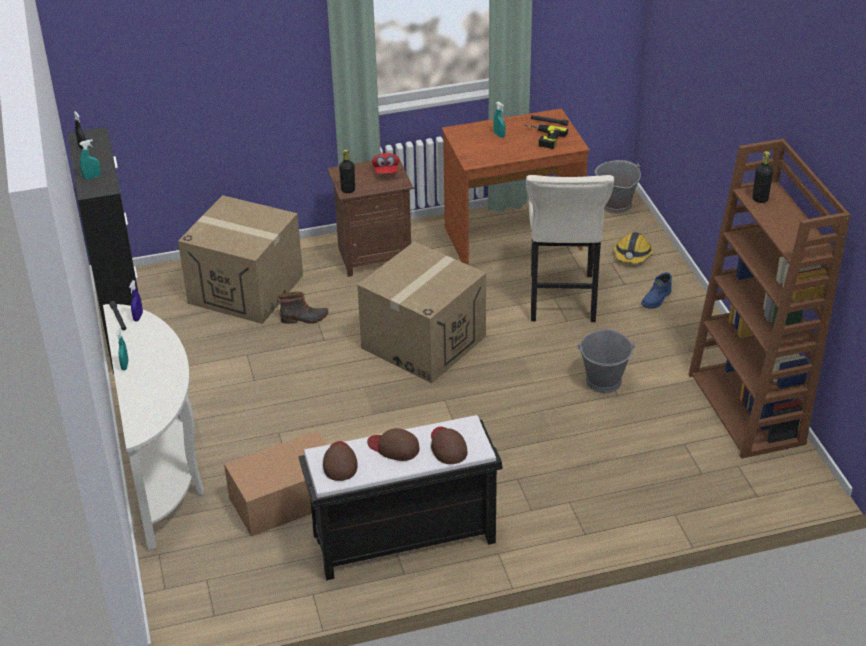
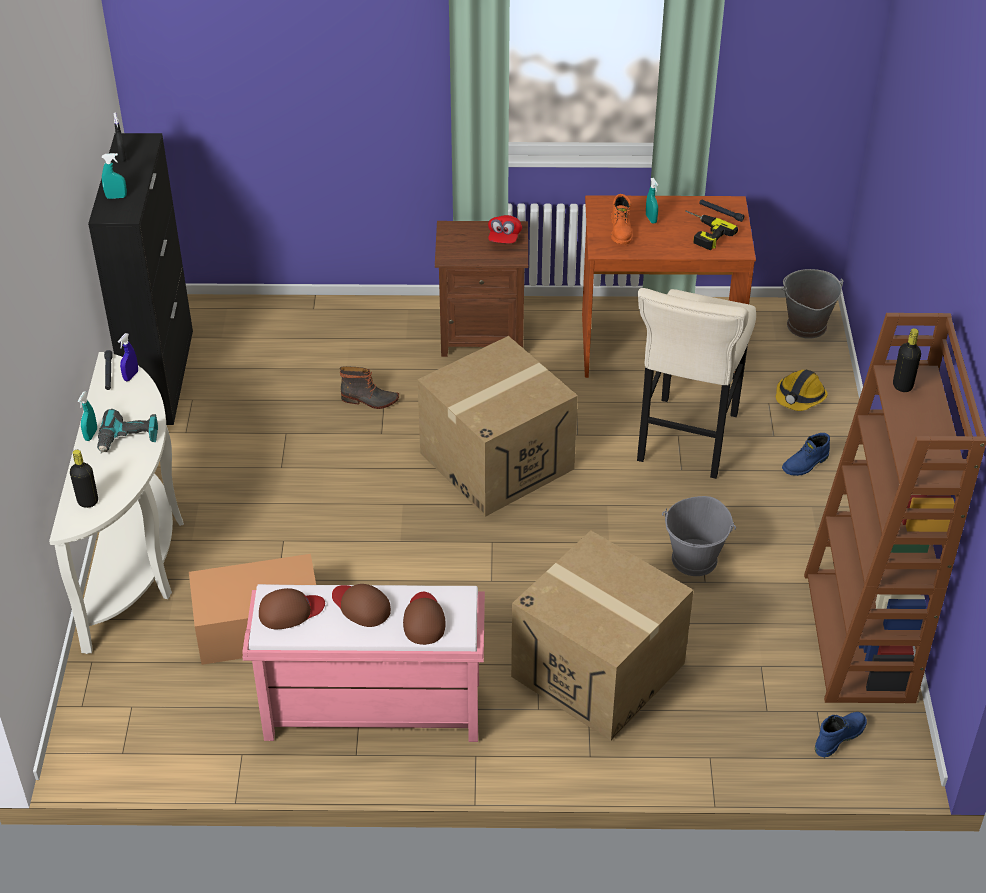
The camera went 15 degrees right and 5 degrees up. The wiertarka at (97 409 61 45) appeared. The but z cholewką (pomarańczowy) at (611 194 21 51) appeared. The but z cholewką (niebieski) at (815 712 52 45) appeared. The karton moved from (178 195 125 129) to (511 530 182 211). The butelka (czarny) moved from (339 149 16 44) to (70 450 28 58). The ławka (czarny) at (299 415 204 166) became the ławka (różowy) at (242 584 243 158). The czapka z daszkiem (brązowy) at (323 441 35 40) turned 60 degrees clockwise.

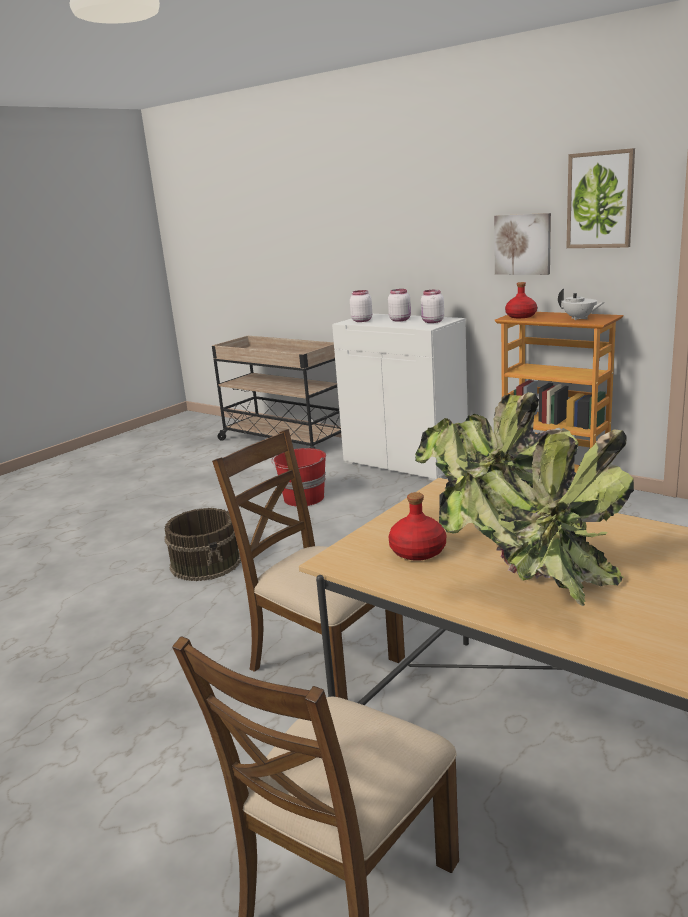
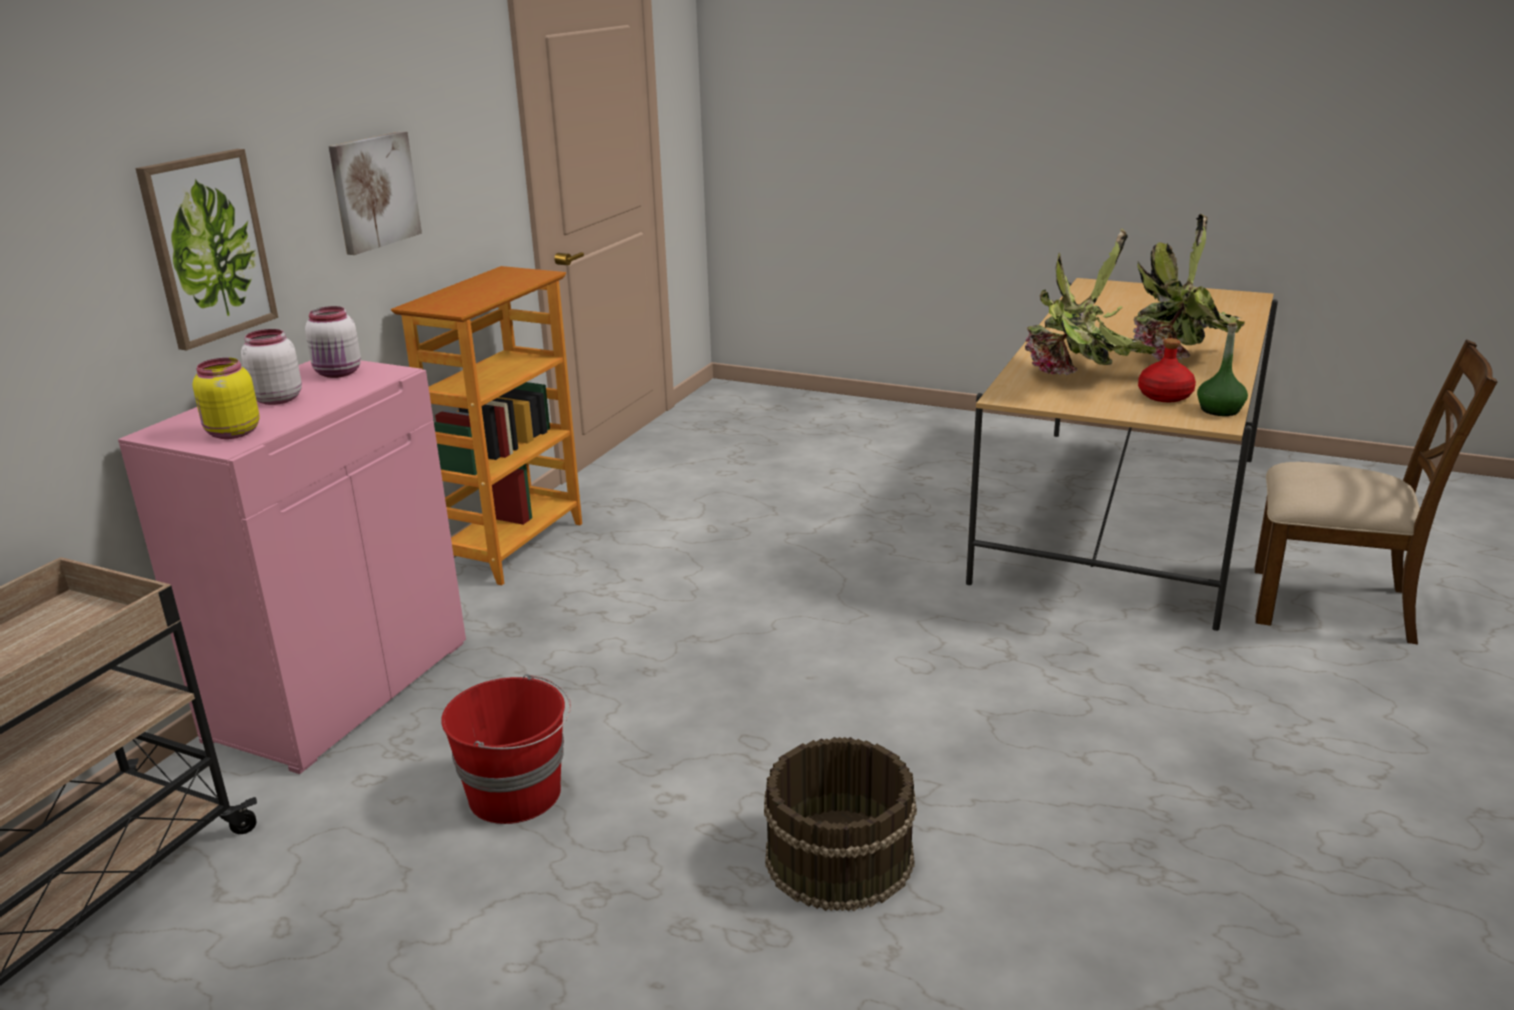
The camera went 105 degrees left and 5 degrees up. The krzesło (brązowy) at (212 429 193 271) disappeared. The butelka (czerwony) at (505 282 32 36) disappeared. The imbryk (biały) at (558 289 47 31) disappeared. The butelka (zielony) at (1197 322 51 94) appeared. The obraz moved from (566 148 69 100) to (136 149 142 202). The szafka (biały) at (332 314 136 167) became the szafka (różowy) at (118 360 348 414). The słoik (biały) at (350 290 22 32) became the słoik (żółty) at (193 358 66 81).

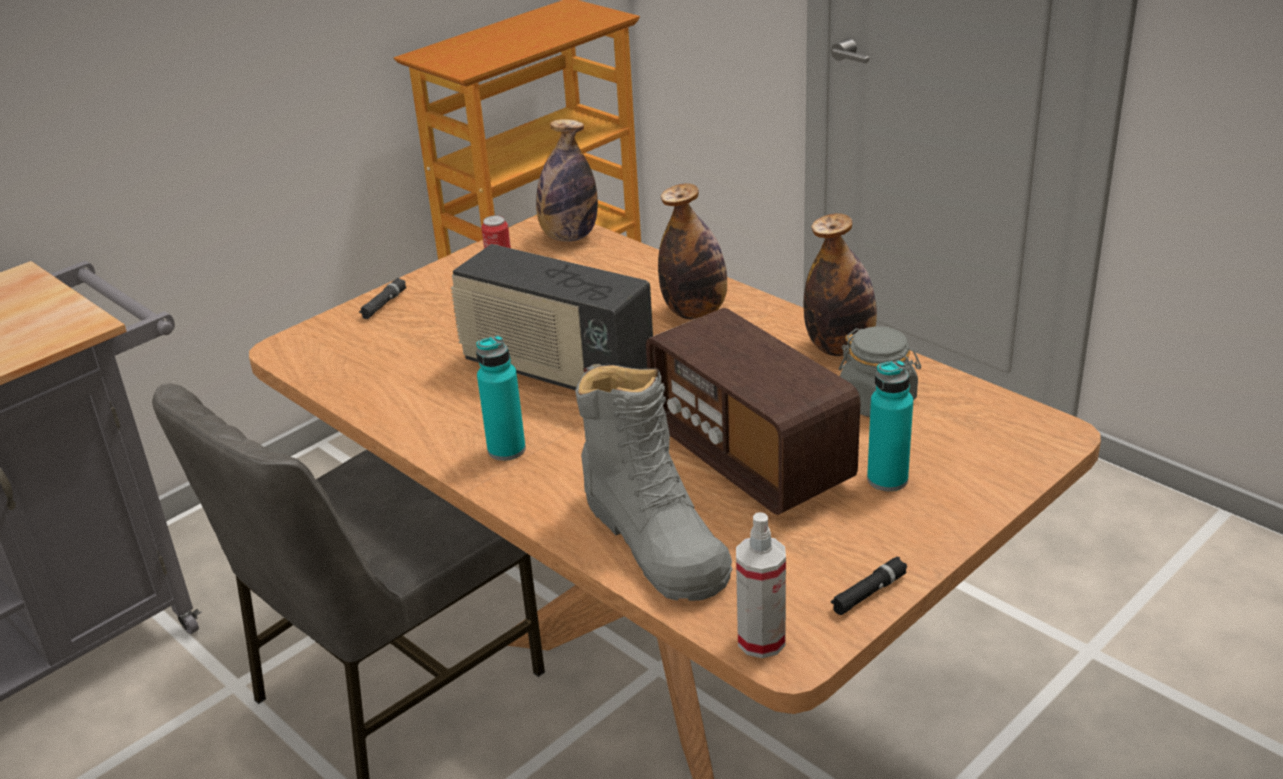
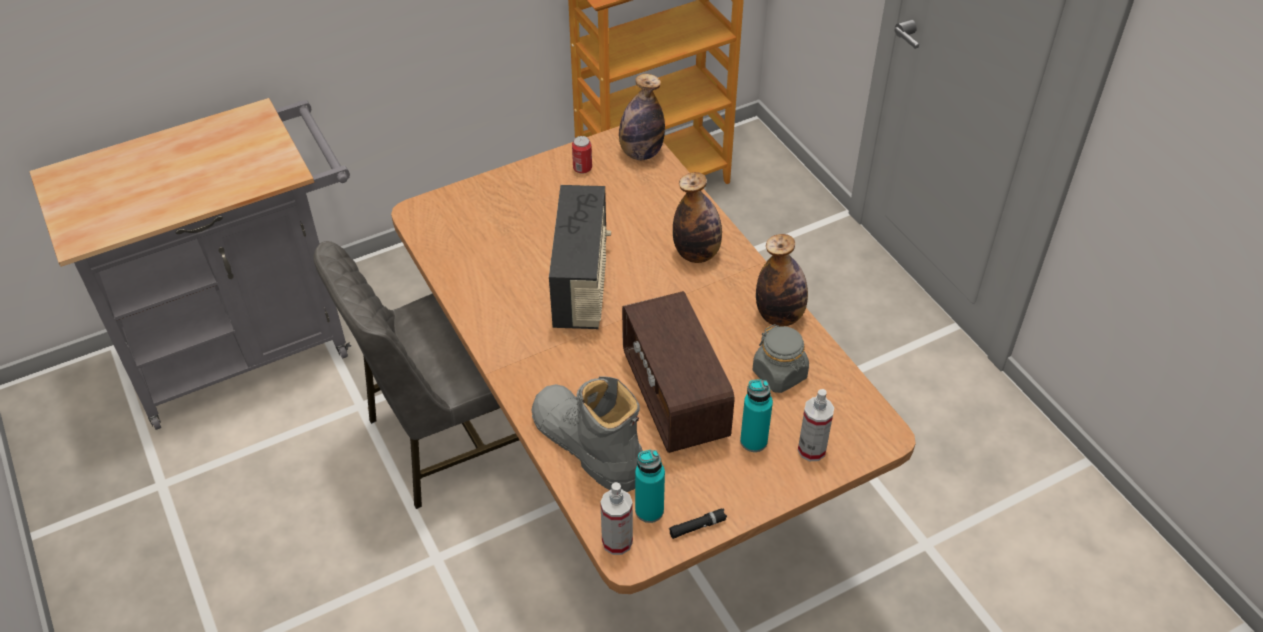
The camera went 15 degrees right and 15 degrees up. The latarka (czarny) at (359 278 47 41) disappeared. The spryskiwacz at (798 389 36 72) appeared. The butelka (turkusowy) moved from (476 336 50 125) to (635 450 30 73). The radio at (451 244 202 146) turned 135 degrees counterclockwise. The but z cholewką (szary) at (575 364 158 237) turned 150 degrees clockwise.

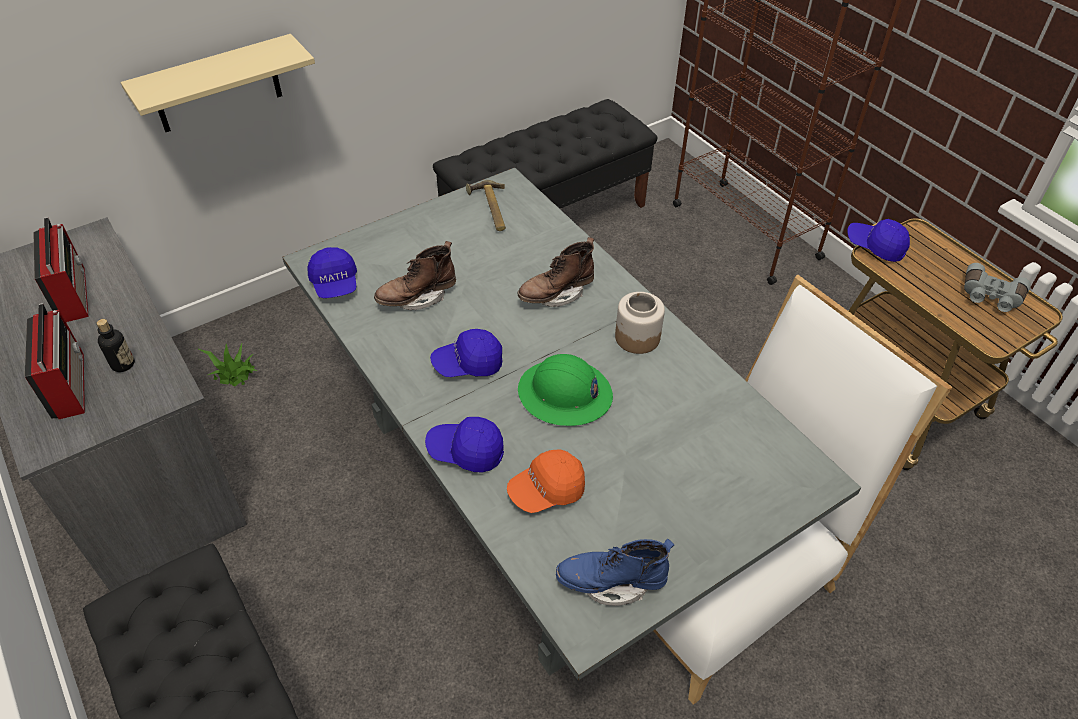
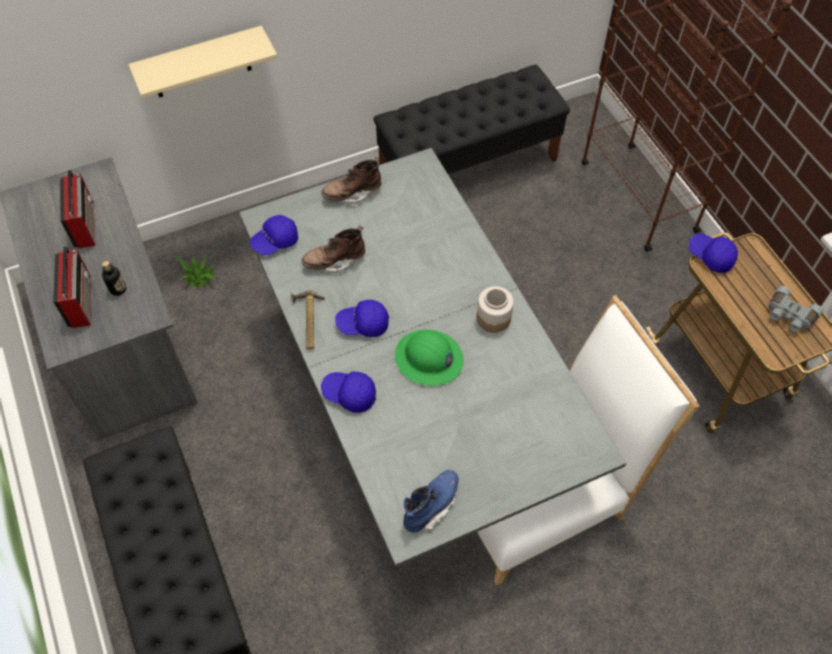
The camera went 10 degrees right and 10 degrees up. The czapka z daszkiem (pomarańczowy) at (507 449 78 64) disappeared. The młotek moved from (466 180 40 51) to (291 290 34 60). The but z cholewką (brązowy) moved from (518 237 76 70) to (321 157 61 47). The czapka z daszkiem (niebieski) at (308 247 49 51) turned 60 degrees clockwise. The but z cholewką (niebieski) at (556 539 118 67) turned 120 degrees clockwise.

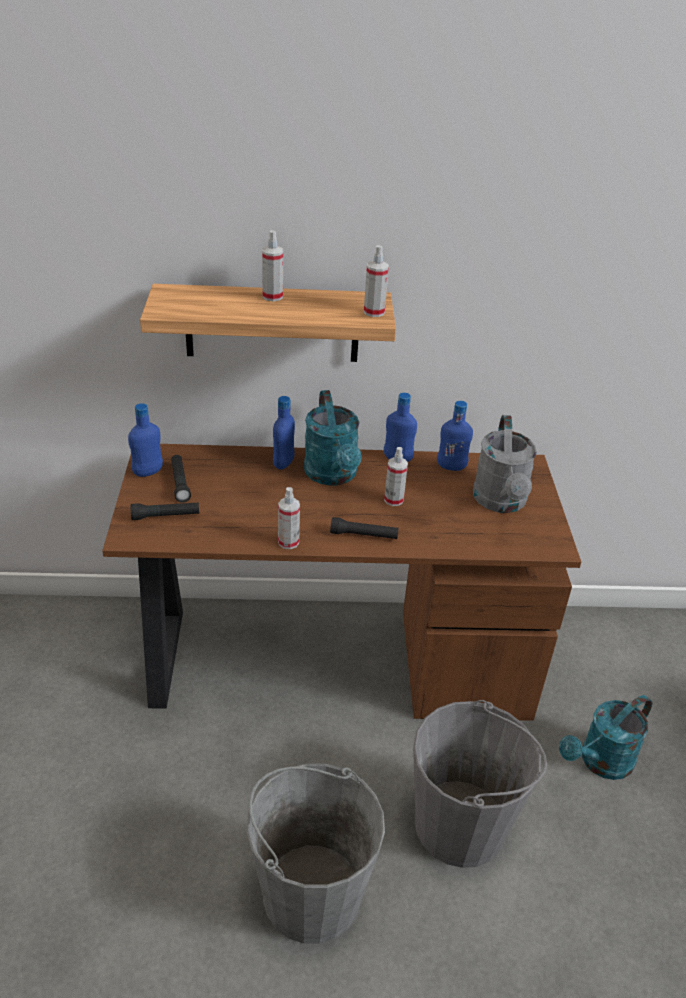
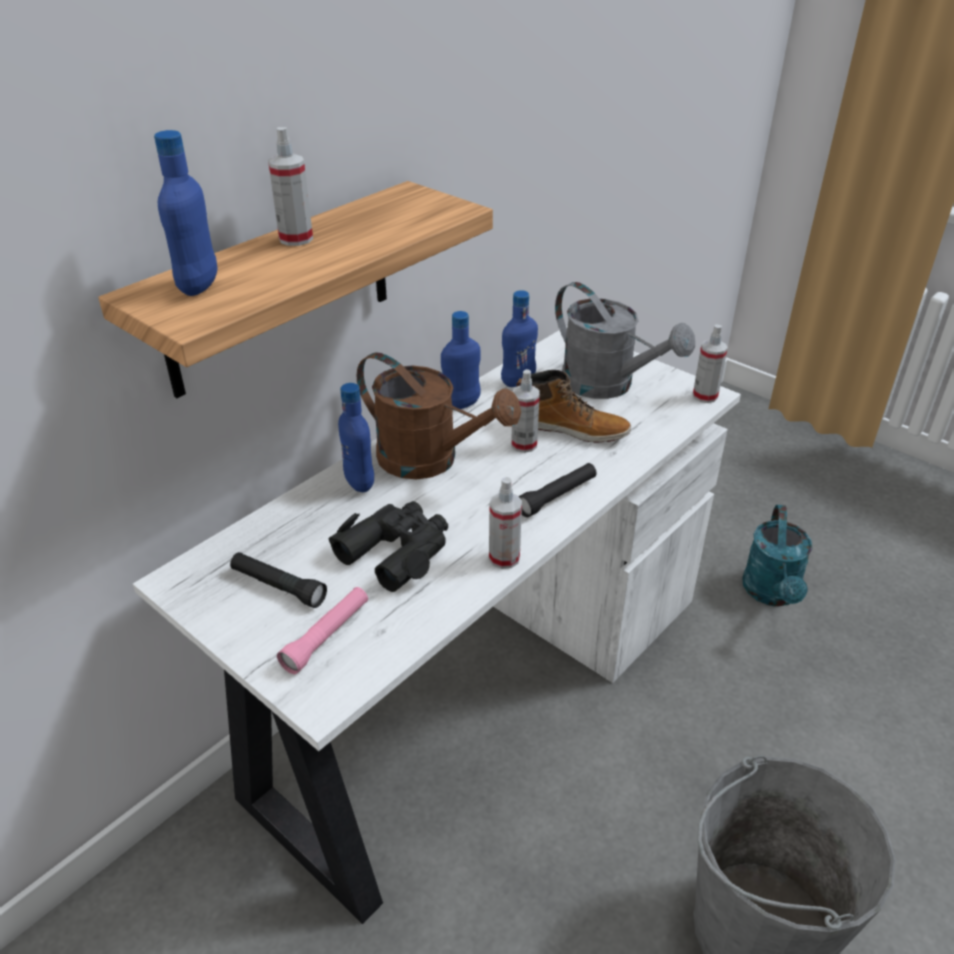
The camera went 45 degrees left and 0 degrees up. The wiadro (szary) at (413 700 134 168) disappeared. The lornetka (czarny) at (329 501 119 91) appeared. The but z cholewką at (516 370 115 73) appeared. The butelka (niebieski) moved from (128 403 35 74) to (154 130 64 166). The spryskiwacz moved from (364 245 25 72) to (693 325 35 78). The biurko (brązowy) at (102 444 479 277) became the biurko (biały) at (133 325 608 599). The latarka (czarny) at (131 502 68 18) became the latarka (różowy) at (277 587 91 87). The konewka (turkusowy) at (304 390 58 96) became the konewka (brązowy) at (357 352 164 127).

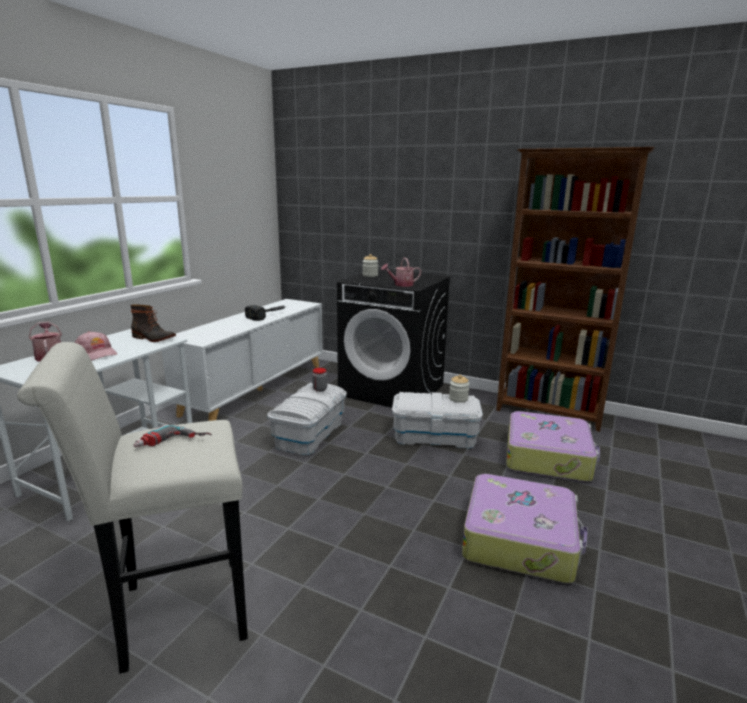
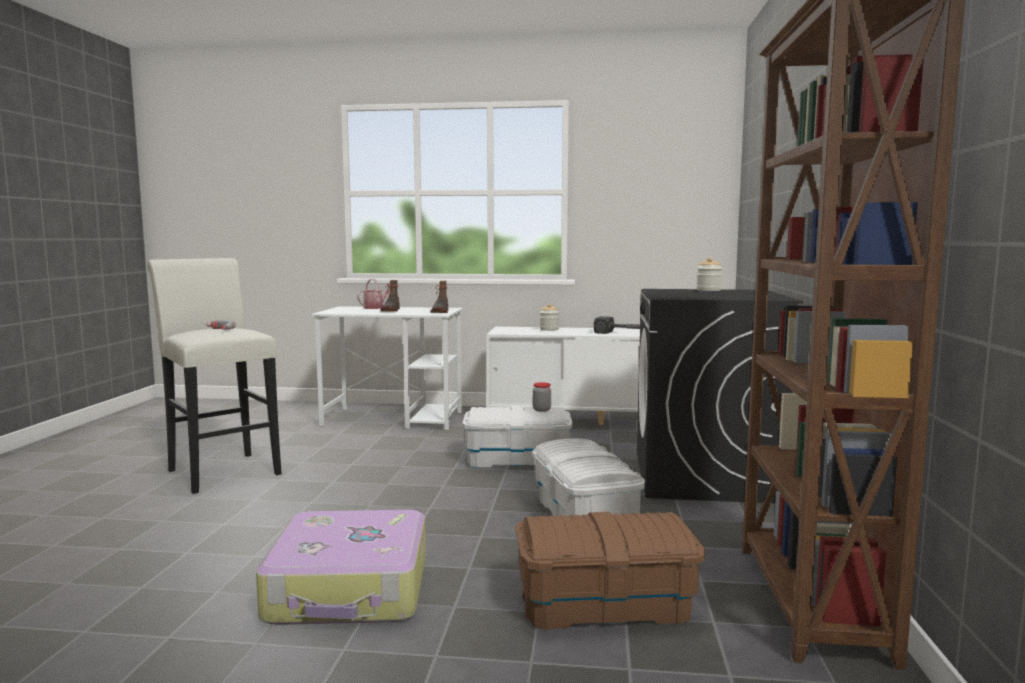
The camera went 70 degrees right and 10 degrees down. The konewka at (381 258 40 29) disappeared. The słoik moved from (449 375 20 28) to (540 304 19 27). The czapka z daszkiem (różowy) at (75 331 42 29) was replaced by the but z cholewką at (381 280 19 32). The walizka at (506 411 94 71) was replaced by the pojemnik do przechowywania (brązowy) at (515 512 190 118).

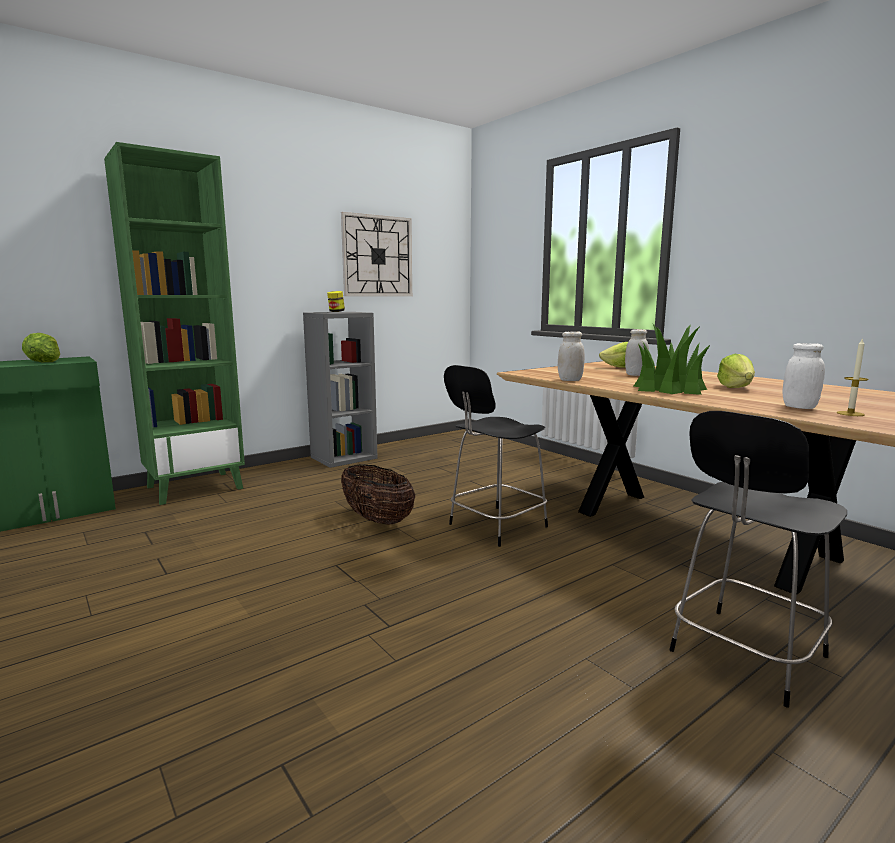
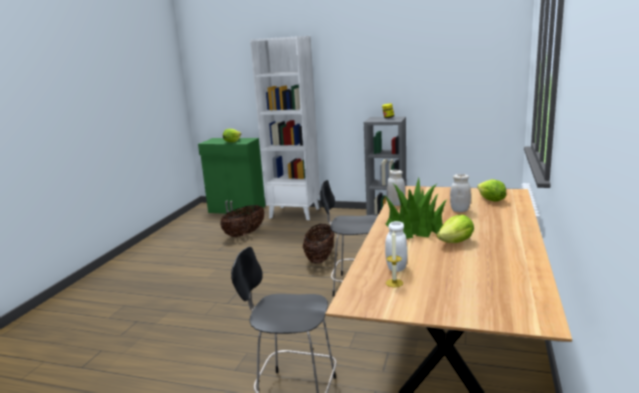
The camera went 55 degrees right and 5 degrees up. The zegar ścienny at (341 212 71 84) disappeared. The koszyk at (220 205 45 32) appeared. The regał (zielony) at (104 142 141 363) became the regał (biały) at (250 36 70 184).

